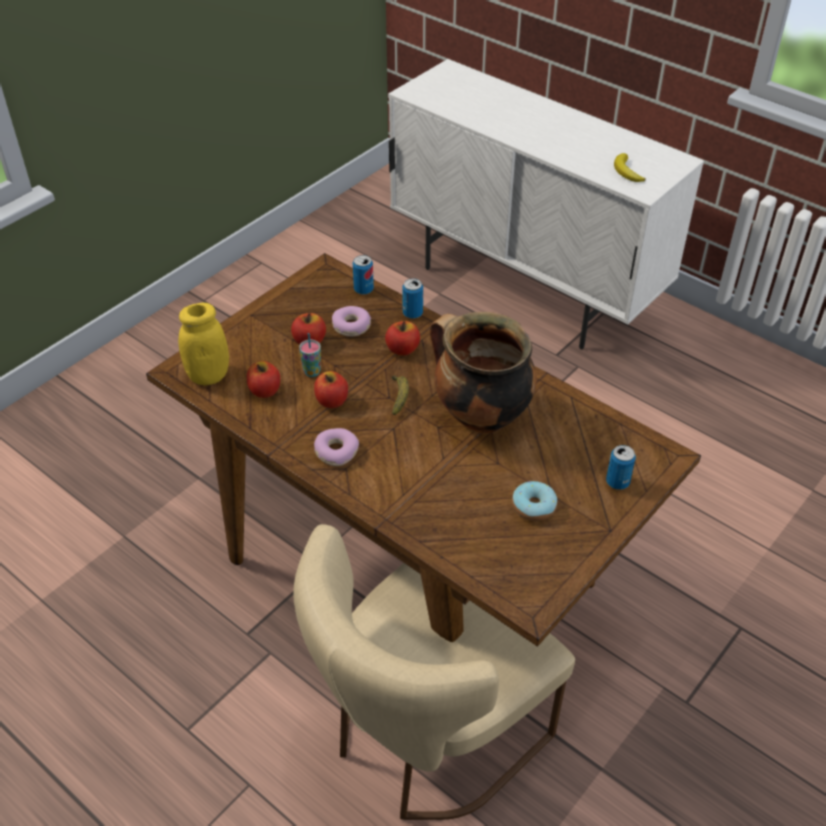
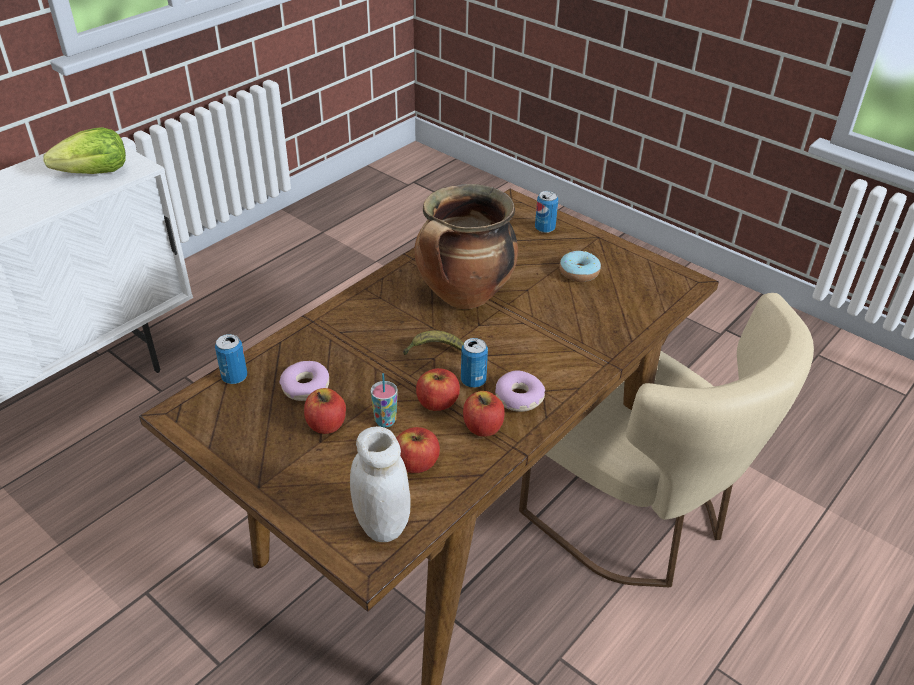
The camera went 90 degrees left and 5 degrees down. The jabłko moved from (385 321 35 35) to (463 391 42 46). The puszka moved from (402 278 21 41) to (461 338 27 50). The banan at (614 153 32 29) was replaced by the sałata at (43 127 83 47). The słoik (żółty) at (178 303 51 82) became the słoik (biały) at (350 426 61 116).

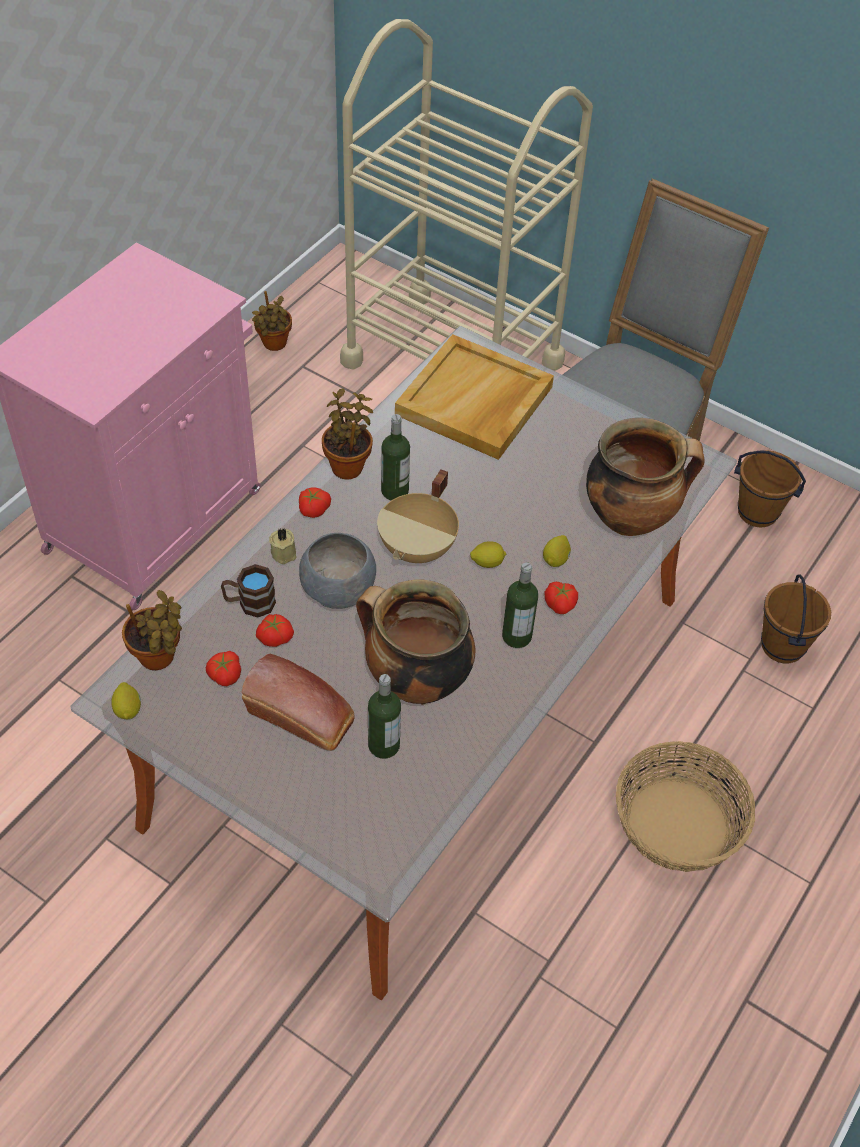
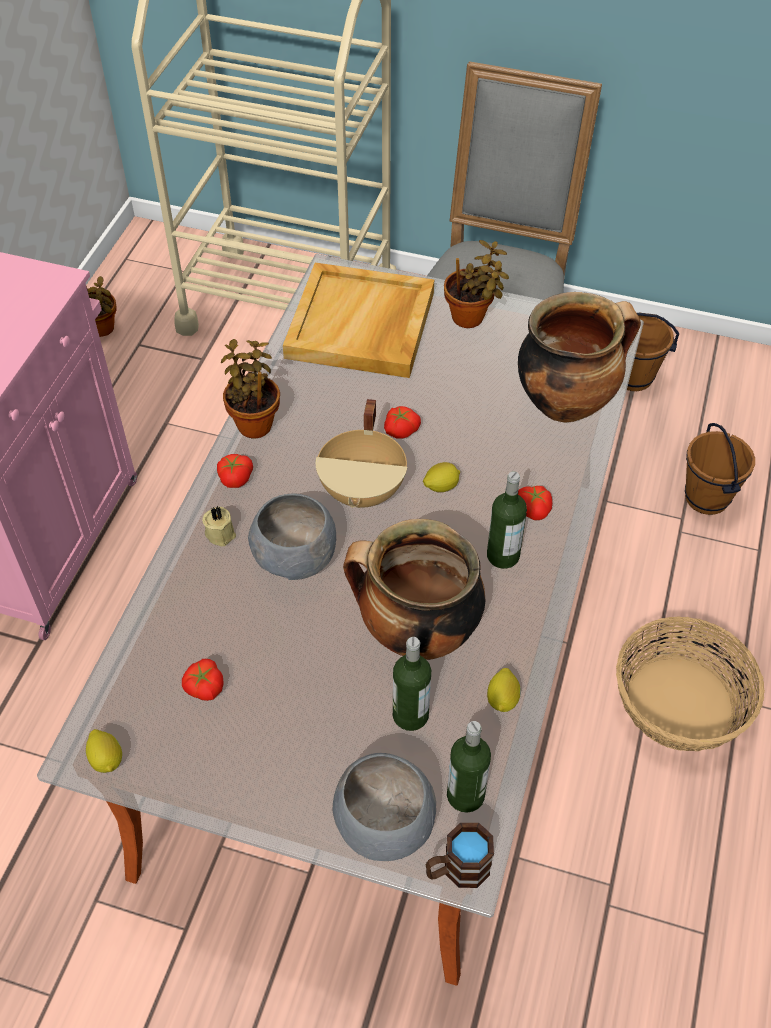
The camera went 15 degrees left and 0 degrees up. The chleb at (242 654 113 97) disappeared. The miska (szary) at (333 753 103 108) appeared. The roślina doniczkowa moved from (122 590 60 80) to (444 240 65 88). The kubek (brązowy) moved from (221 564 55 53) to (426 823 68 65). The pomidor moved from (256 614 38 33) to (384 406 37 33). The butelka moved from (381 414 29 87) to (447 721 44 91). The cytryna moved from (543 535 28 32) to (487 668 34 44).

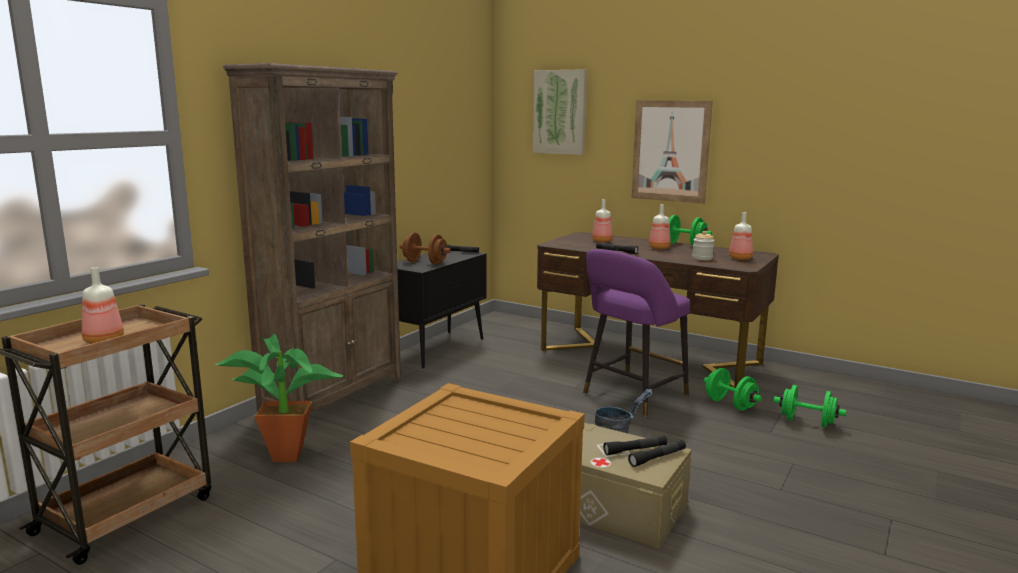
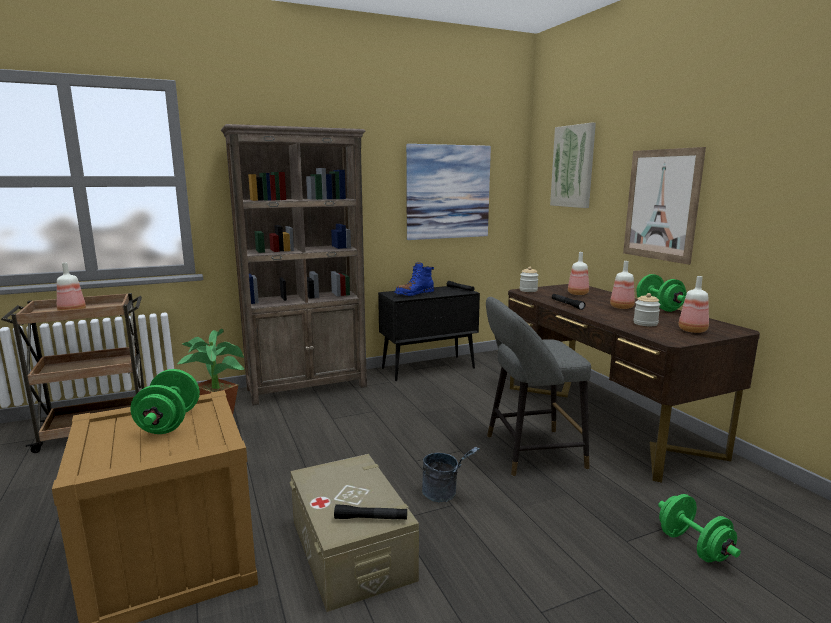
The camera went 35 degrees right and 0 degrees up. The latarka (czarny) at (603 436 64 19) disappeared. The obraz at (406 144 85 96) appeared. The słoik at (520 267 18 25) appeared. The hantel (zielony) moved from (704 368 58 43) to (130 369 70 65). The hantel (brązowy) at (400 233 51 32) was replaced by the but z cholewką (niebieski) at (395 262 39 34). The stołek (fioletowy) at (583 249 107 168) became the stołek (szary) at (486 297 105 179).

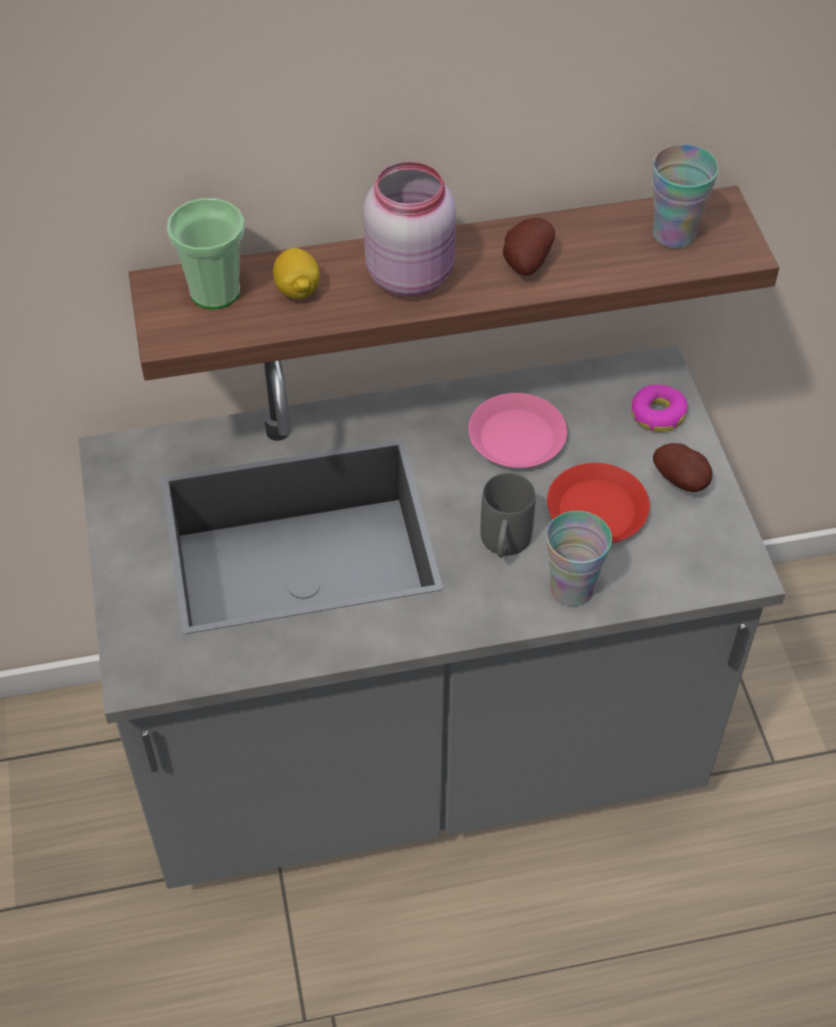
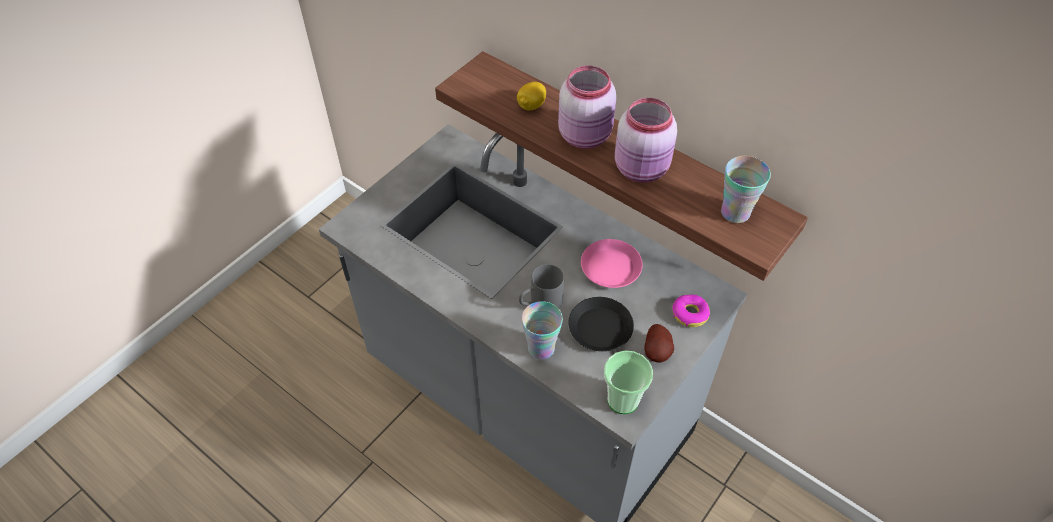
The camera went 50 degrees right and 0 degrees up. The filiżanka moved from (167 198 77 111) to (604 351 49 63). The ziemniak at (503 218 52 58) was replaced by the słoik (różowy) at (615 98 62 85). The talerz (czerwony) at (547 463 103 80) became the talerz (czarny) at (568 297 66 54).

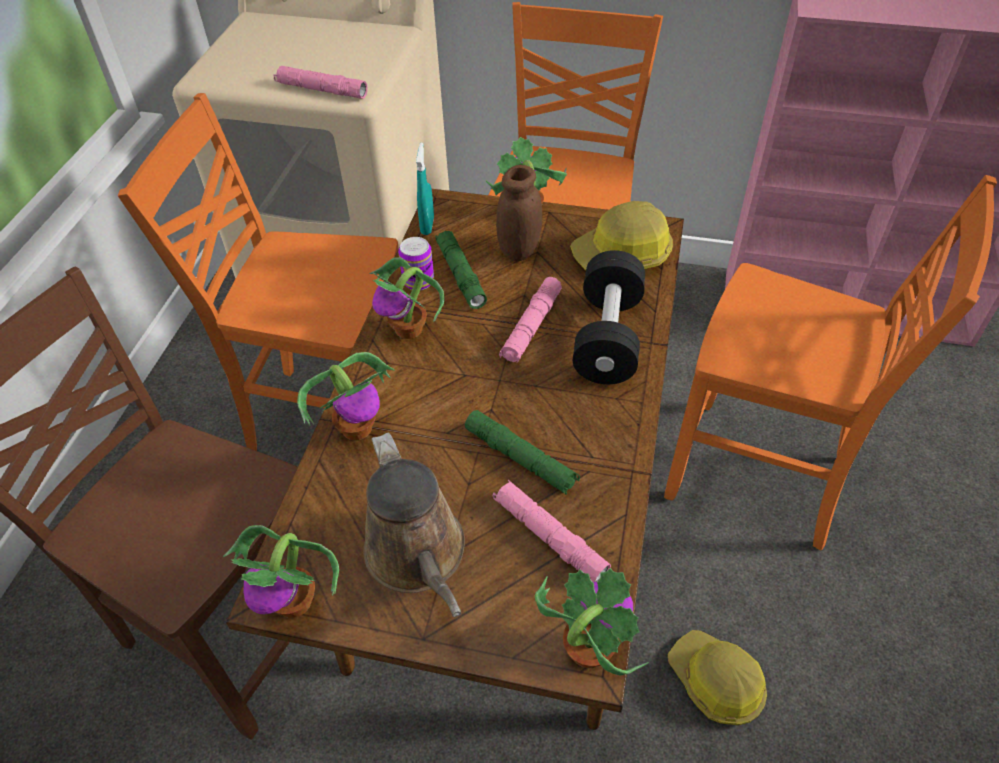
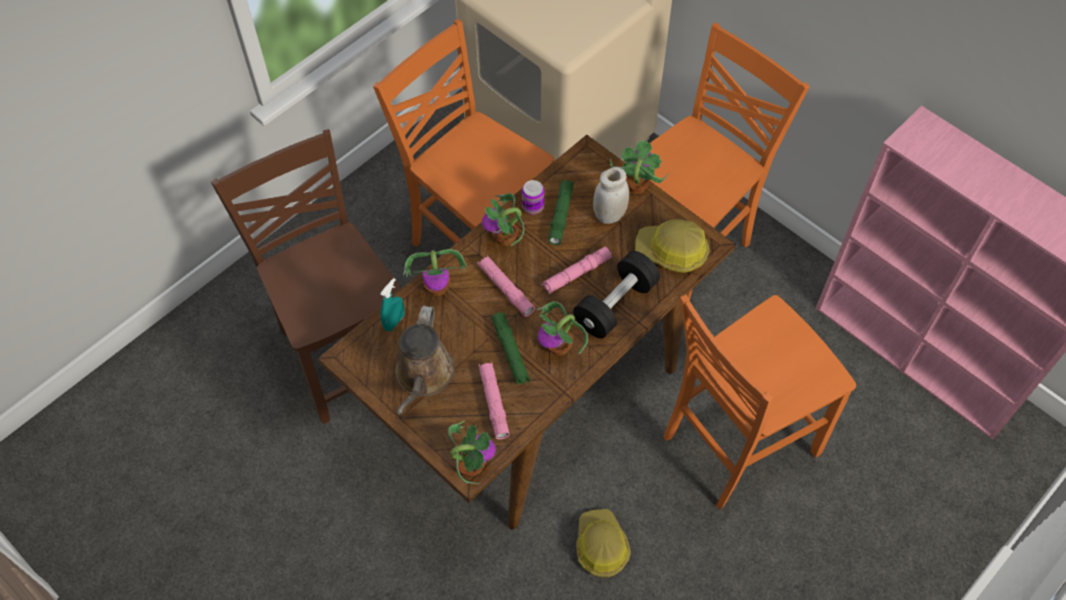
The camera went 30 degrees right and 10 degrees up. The roślina doniczkowa moved from (223 525 116 93) to (537 301 51 55). The latarka (różowy) moved from (273 66 94 33) to (477 255 58 62). The spryskiwacz (turkusowy) moved from (416 143 18 92) to (380 278 25 53). The słoik (brązowy) at (496 165 46 97) became the słoik (biały) at (593 167 36 57). The krzesło (pomarańczowy) at (664 175 333 375) turned 90 degrees clockwise.

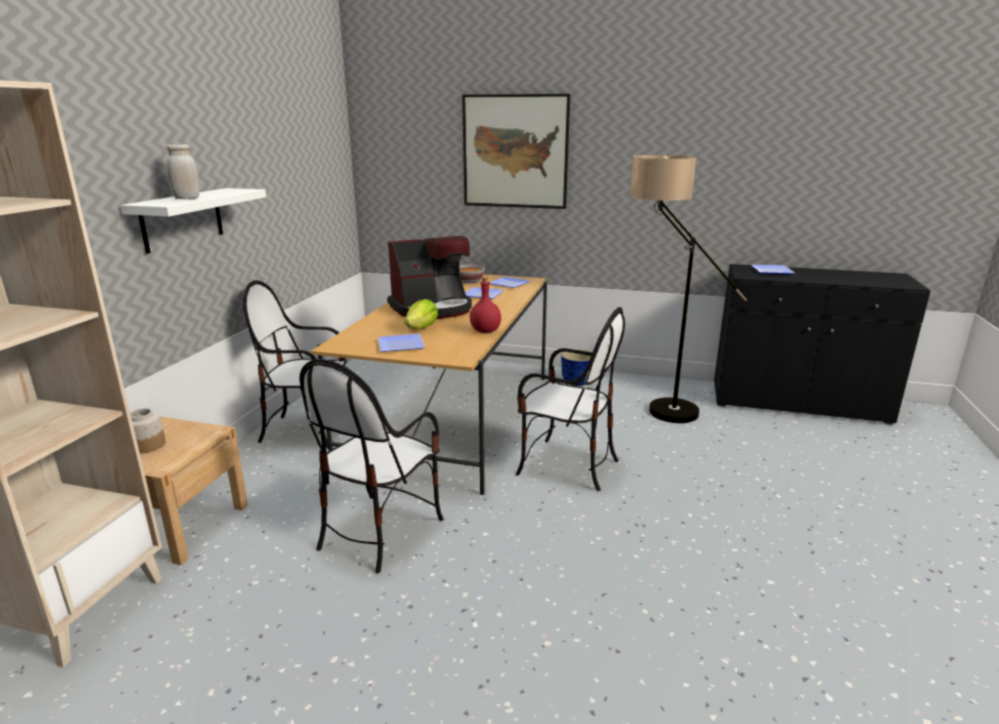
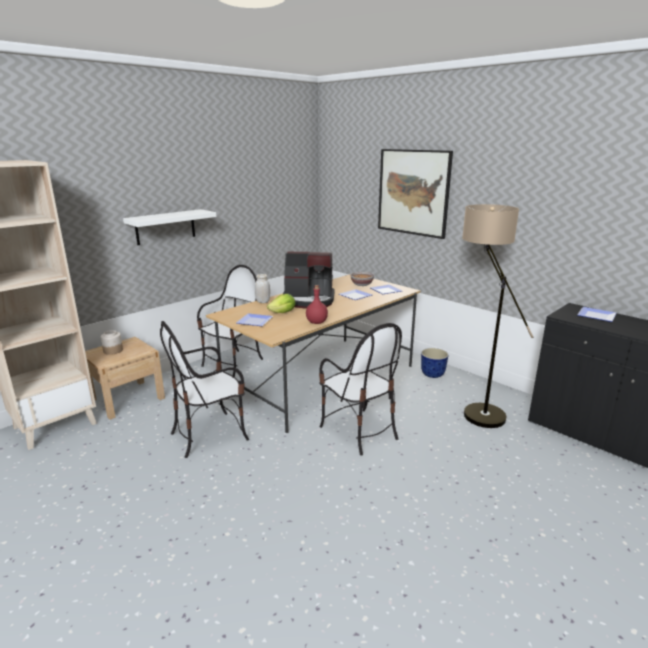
The camera went 30 degrees right and 0 degrees up. The słoik (biały) moved from (166 144 34 55) to (255 274 15 29). The krzesło at (243 280 104 169) turned 90 degrees clockwise.

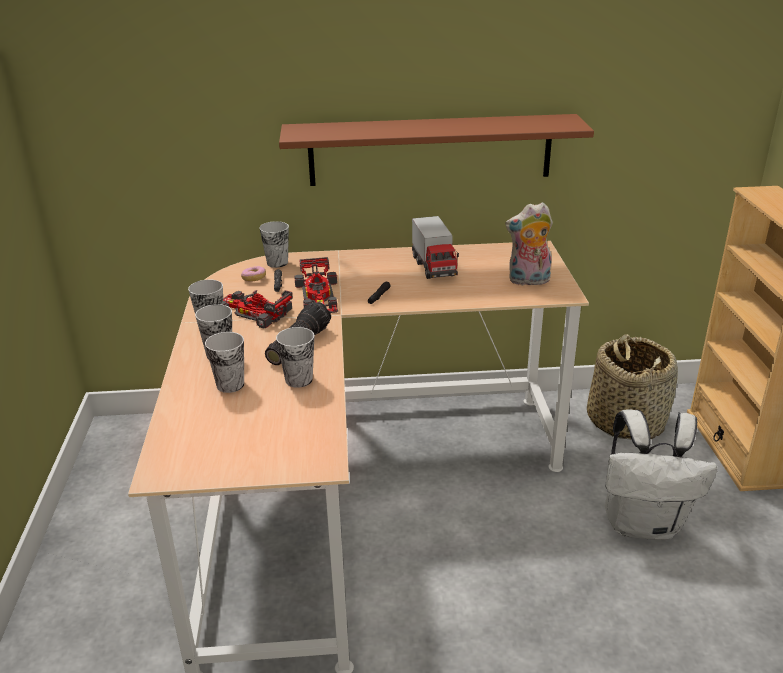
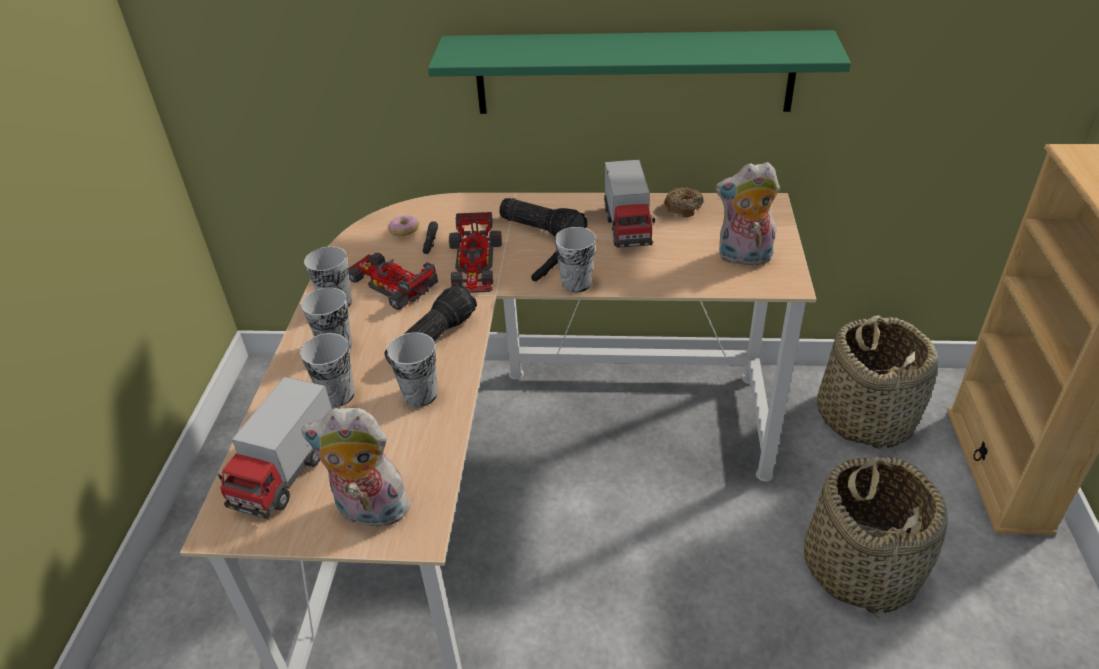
The camera went 10 degrees right and 10 degrees up. The ciężarówka zabawkowa at (218 377 114 142) appeared. The pluszak at (301 408 109 120) appeared. The latarka at (499 198 88 38) appeared. The donut at (664 187 40 30) appeared. The filiżanka moved from (259 221 30 47) to (555 227 41 66). The plecak (biały) at (605 409 112 131) was replaced by the koszyk at (804 454 144 164). The półka (brązowy) at (279 114 315 72) became the półka (zielony) at (428 30 423 84).

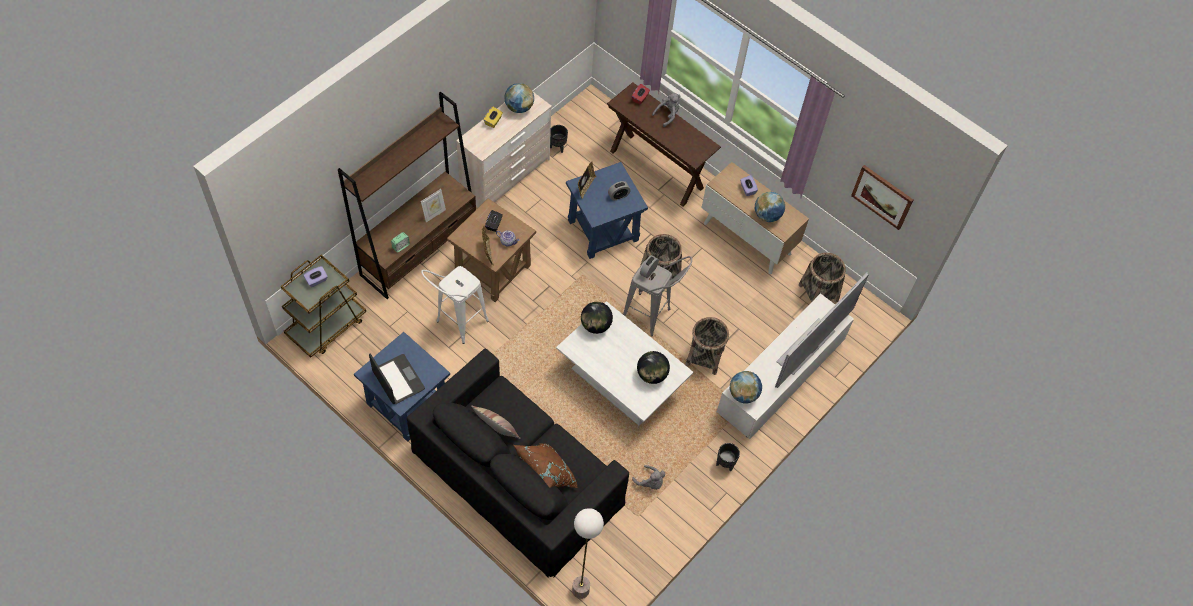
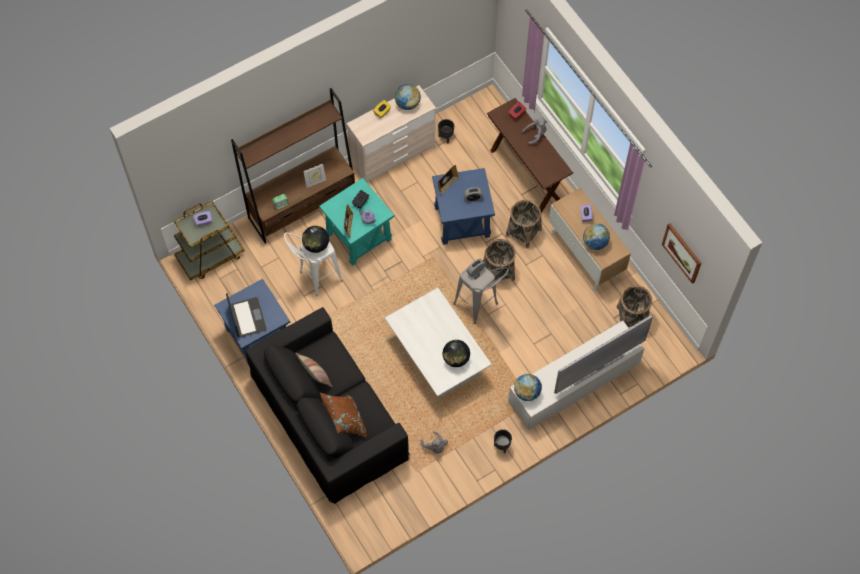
The camera went 20 degrees right and 5 degrees up. The lampa stojąca at (572 508 32 91) disappeared. The globus moved from (581 302 32 32) to (302 226 27 27). The koszyk moved from (685 317 44 58) to (506 200 36 49). The stolik (brązowy) at (447 198 89 104) became the stolik (turkusowy) at (319 178 75 87).

